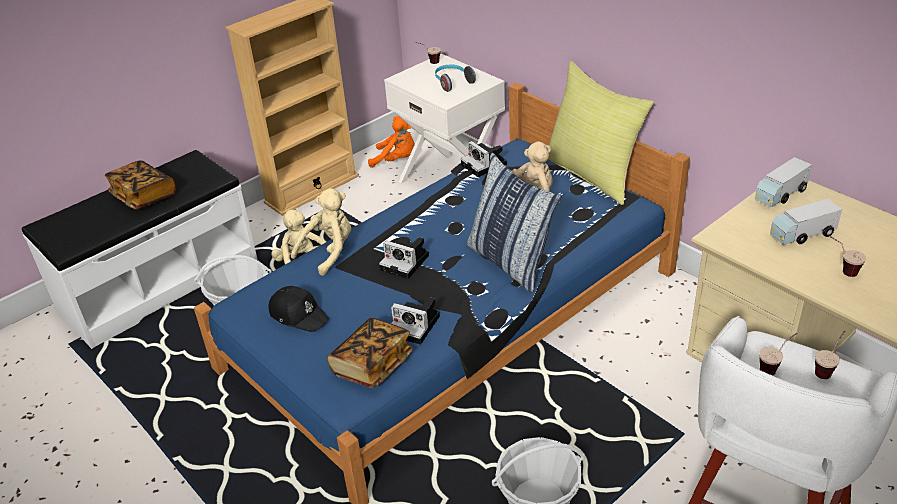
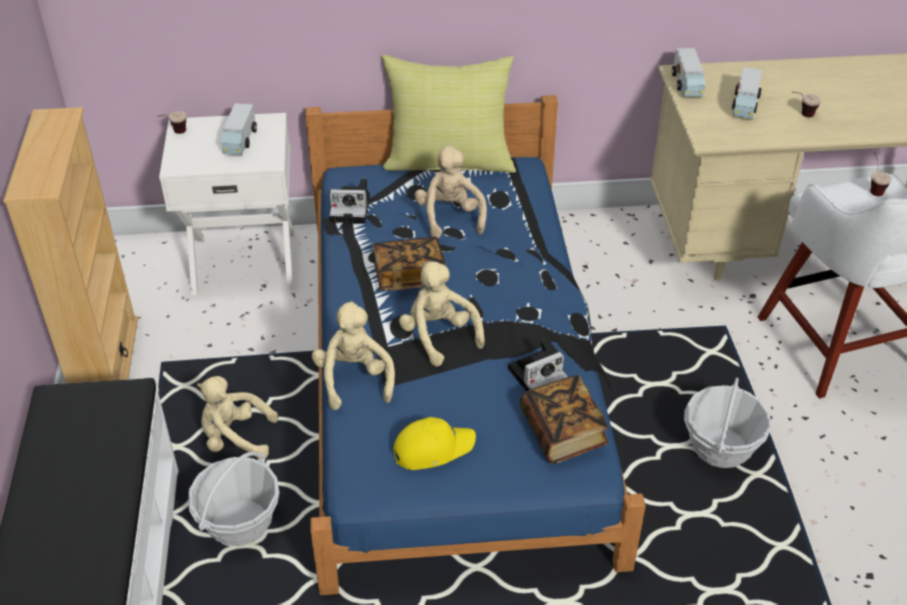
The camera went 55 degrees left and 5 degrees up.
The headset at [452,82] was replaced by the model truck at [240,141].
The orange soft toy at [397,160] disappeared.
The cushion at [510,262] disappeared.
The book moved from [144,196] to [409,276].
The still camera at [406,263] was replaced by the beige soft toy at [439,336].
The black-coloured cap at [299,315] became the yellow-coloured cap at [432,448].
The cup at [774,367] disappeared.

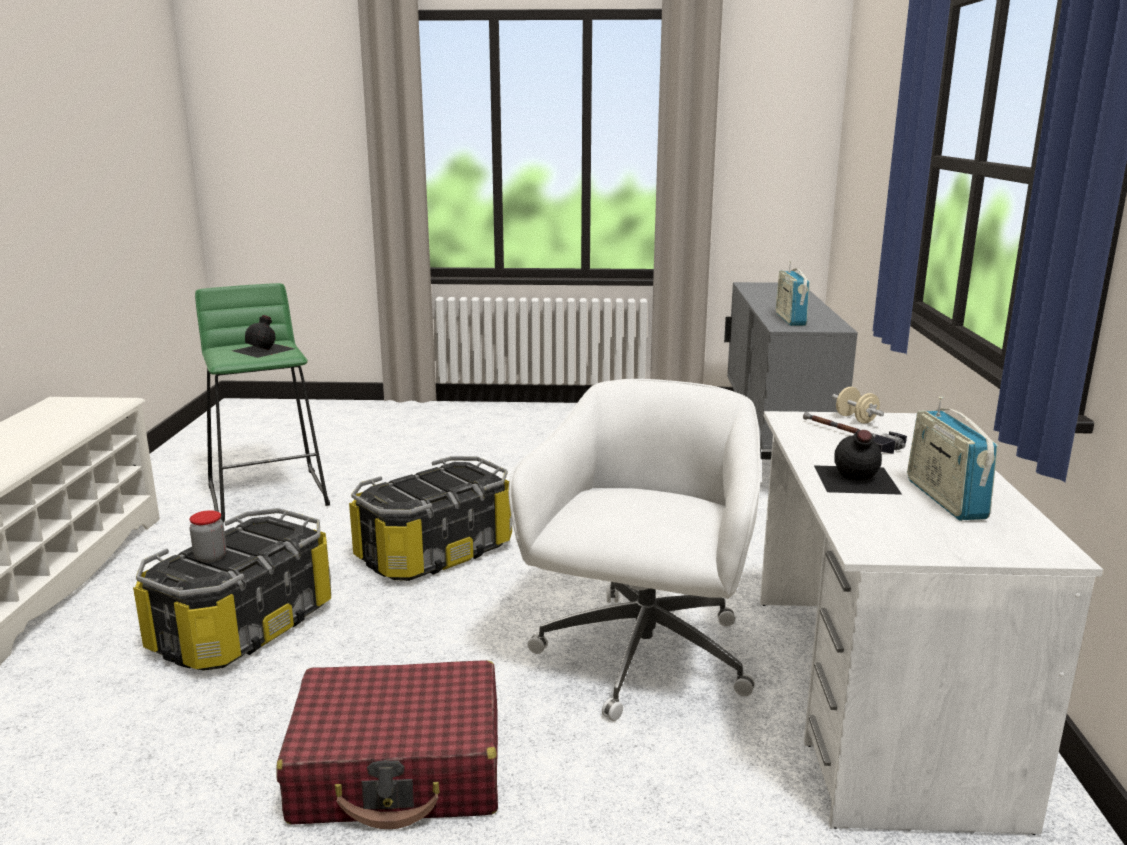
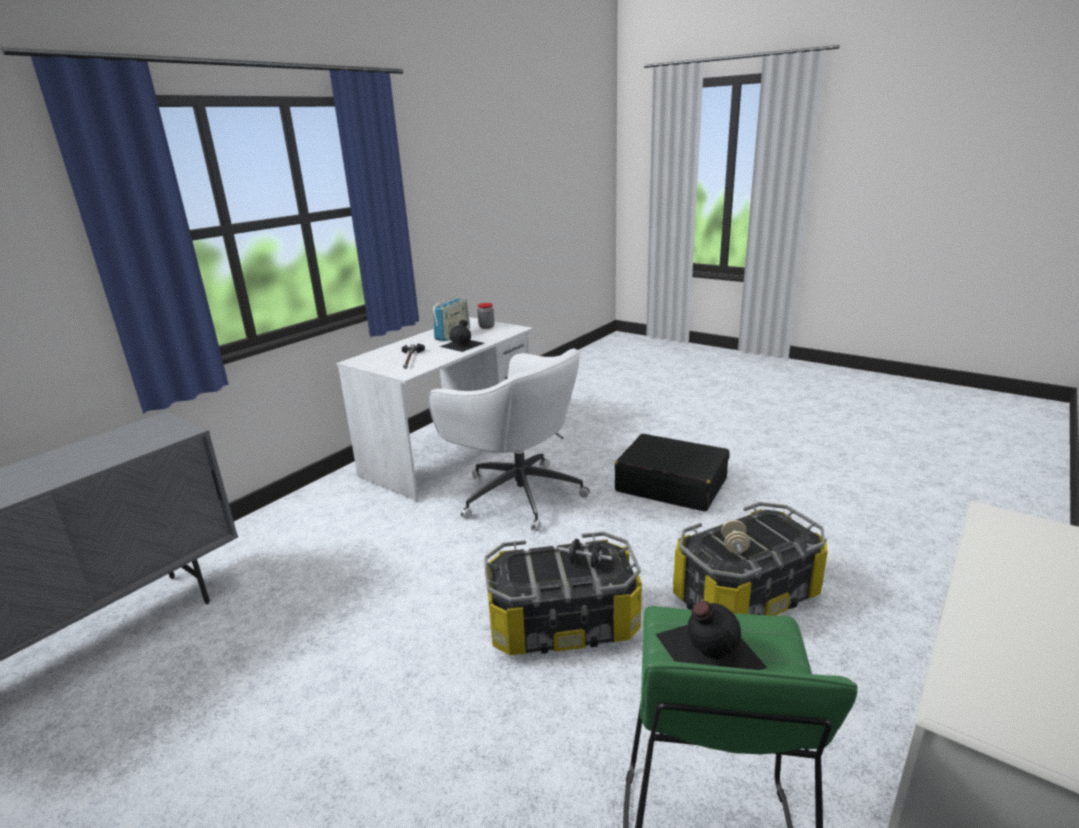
The camera went 145 degrees left and 5 degrees up.
The radio at [790,319] disappeared.
The white-coloured office chair at [642,659] turned 105 degrees counterclockwise.
The beige hand weight moved from [856,419] to [734,546].
The storage jar moved from [210,557] to [486,327].
The red-coloured piece of luggage at [399,768] became the black-coloured piece of luggage at [670,485].
The black-coloured hand weight at [585,563] appeared.

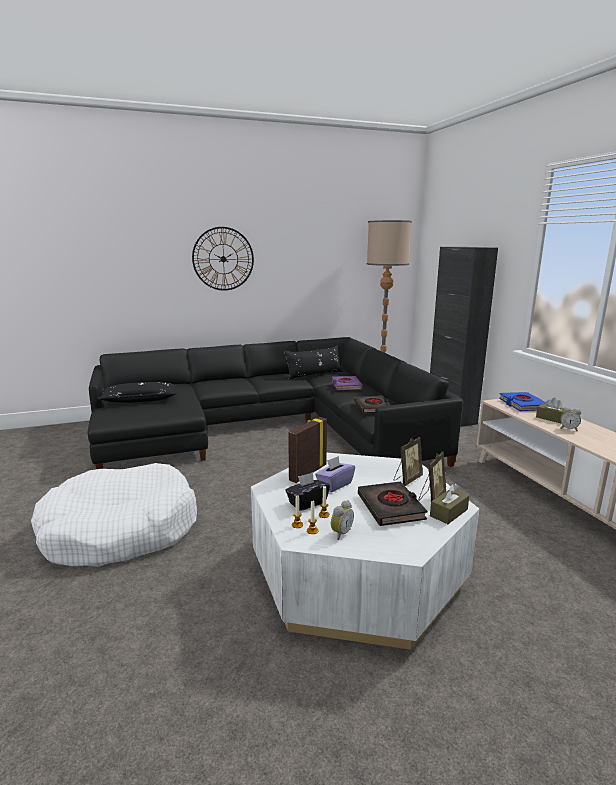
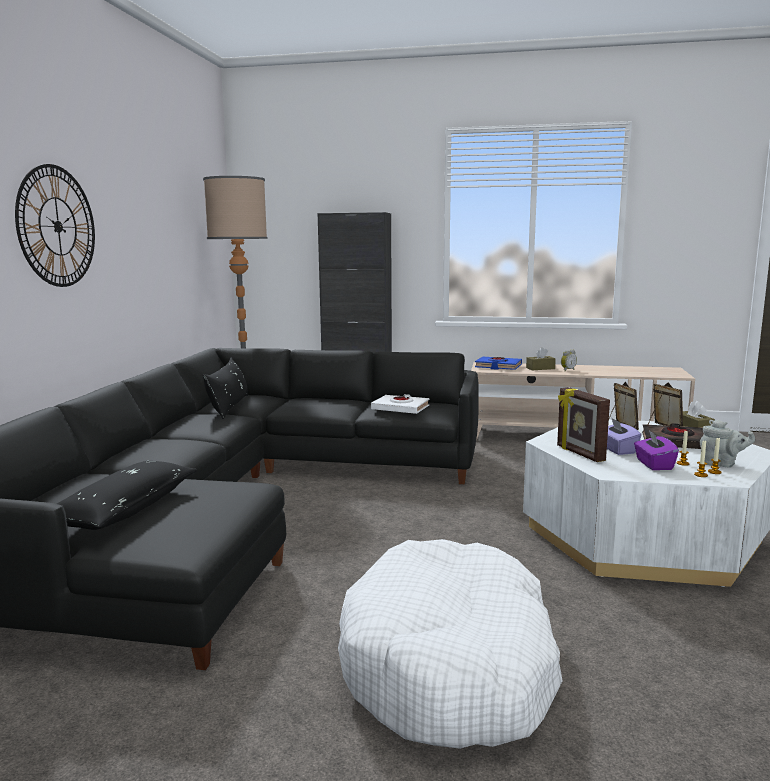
The camera went 60 degrees left and 5 degrees down.
The purplish book at [346,386] disappeared.
The black-coloured book at [372,407] became the white-coloured book at [400,408].
The black-coloured tissue holder at [307,503] became the purplish tissue holder at [653,465].
The alarm clock at [340,533] was replaced by the grey teapot at [721,464].

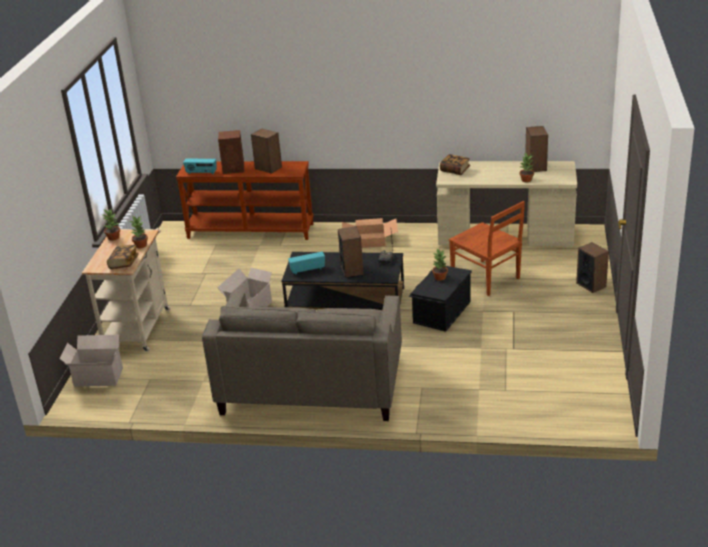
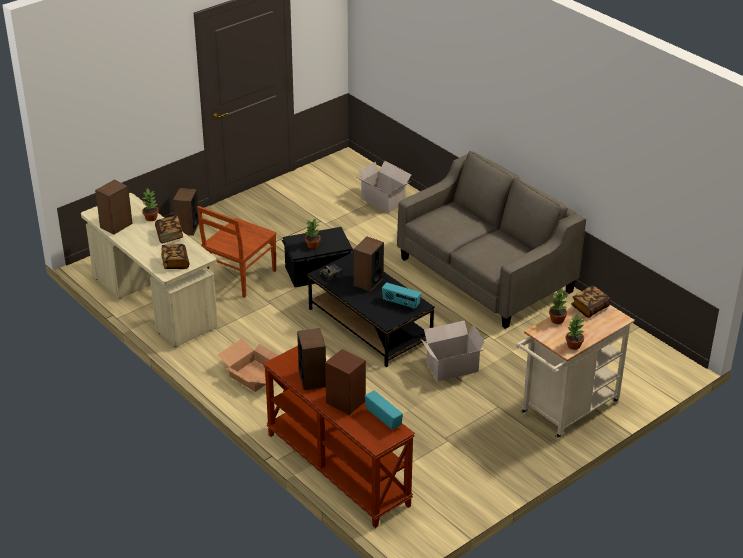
The camera went 140 degrees left and 5 degrees up.
The brownish chair at [486,278] turned 150 degrees counterclockwise.
The cardboard box moved from [97,377] to [383,202].
The book at [169,235] appeared.

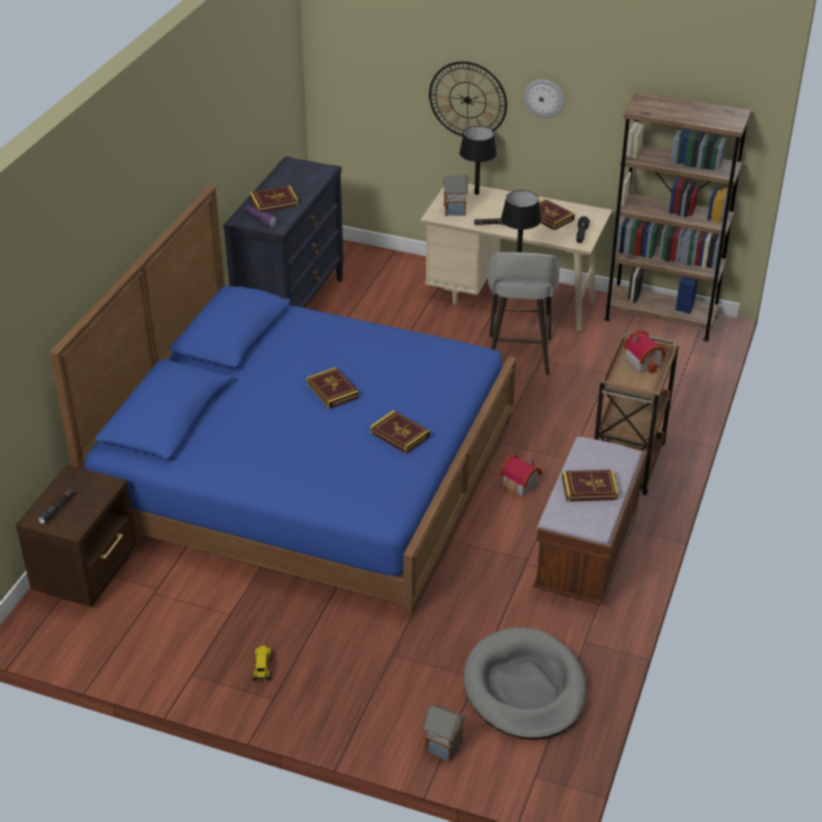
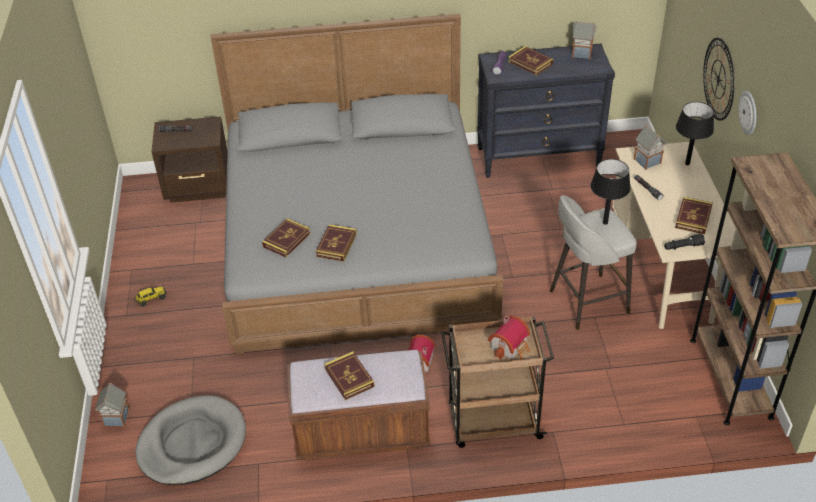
The camera went 65 degrees right and 5 degrees up.
The bluish bed at [307,471] became the grey bed at [356,241].
The book moved from [332,390] to [286,240].
The toy house at [581,53] appeared.

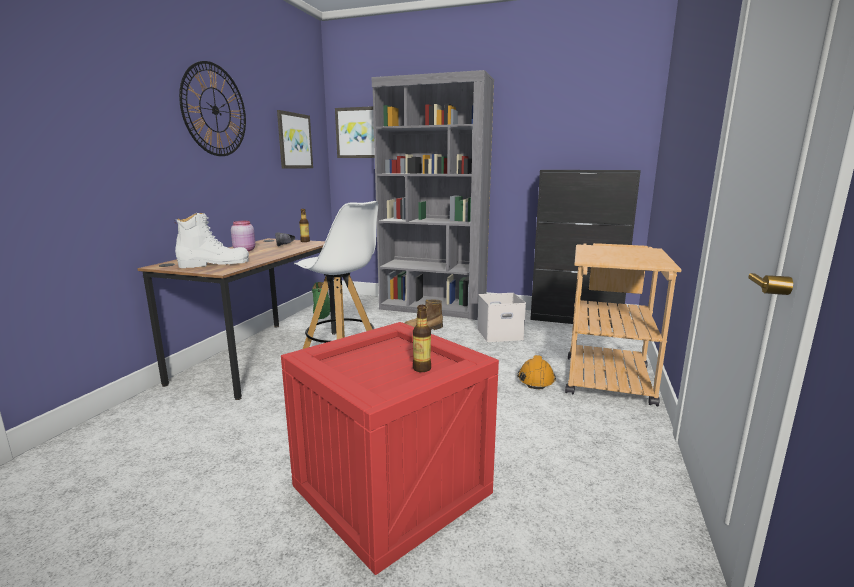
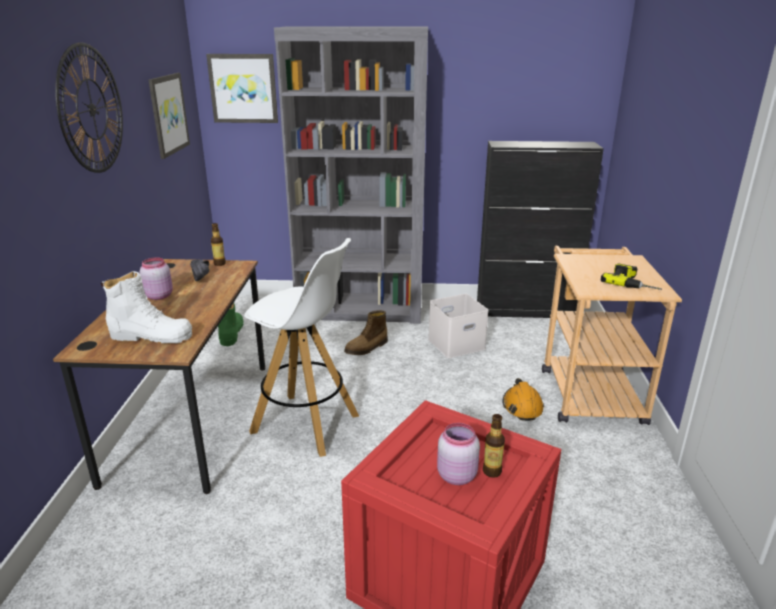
The camera went 15 degrees left and 10 degrees up.
The white-coloured tall boot at [214,264] turned 45 degrees clockwise.
The power drill at [633,283] appeared.
The pink storage jar at [455,475] appeared.

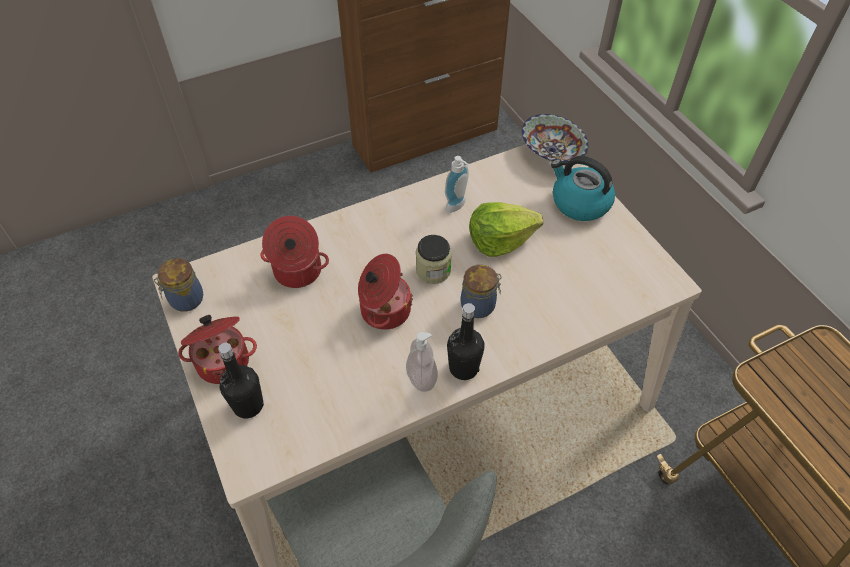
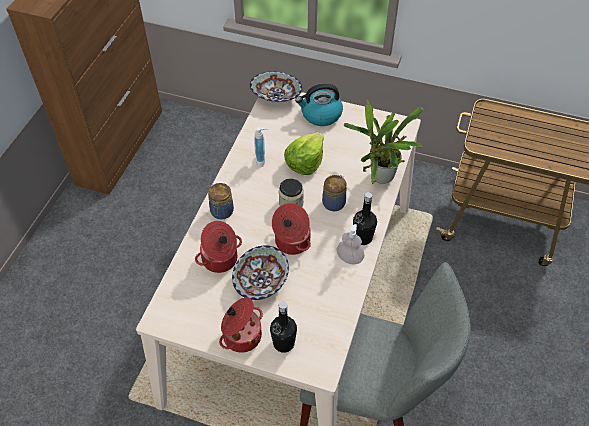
The camera went 45 degrees left and 0 degrees up.
The storage jar moved from [185,300] to [221,212].
The houseplant at [380,179] appeared.
The deep dish at [260,281] appeared.

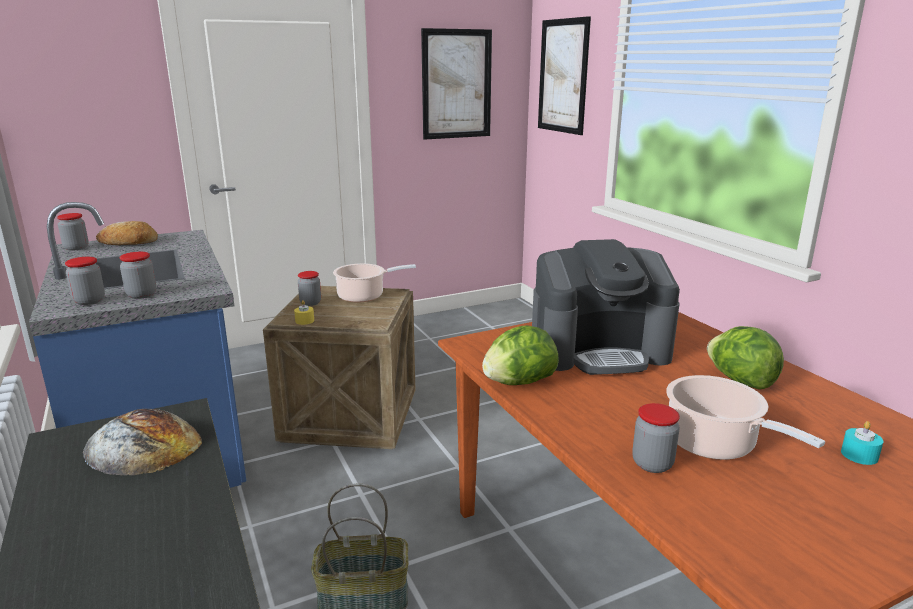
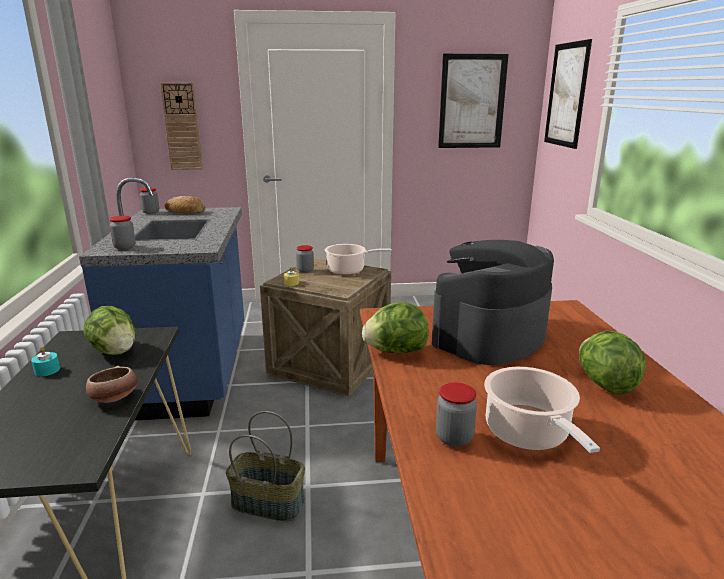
The camera went 20 degrees right and 0 degrees up.
The coffee machine at [599,350] turned 120 degrees clockwise.
The storage jar at [141,295] disappeared.
The bread at [143,446] was replaced by the lettuce head at [115,351].
The turquoise-coloured wax light moved from [859,455] to [47,370].
The clock on the wall at [182,127] appeared.
The deep dish at [114,398] appeared.

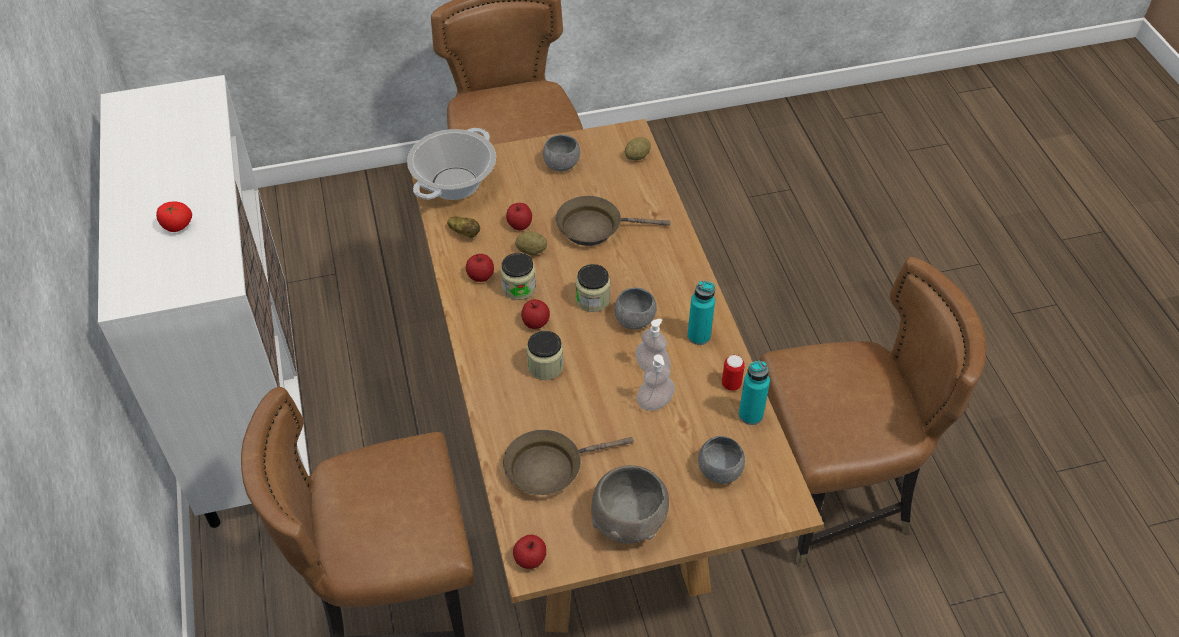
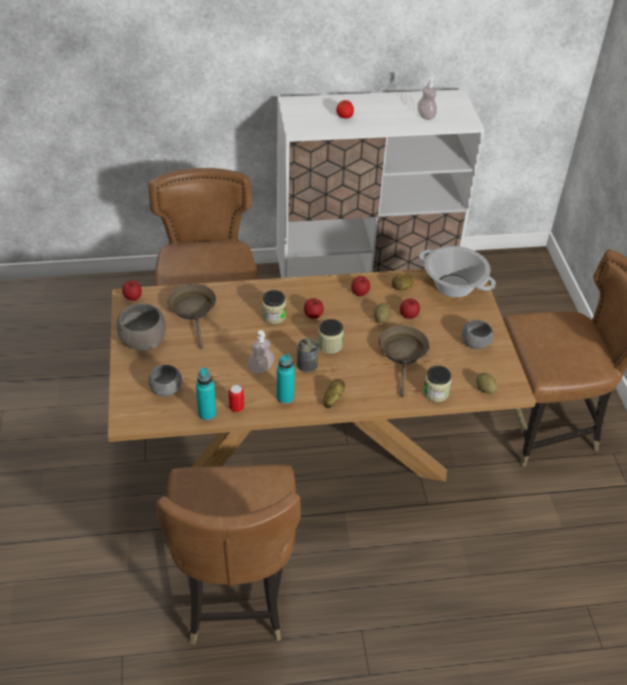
The camera went 95 degrees right and 5 degrees down.
The storage jar moved from [519,288] to [435,393].
The grey deep dish at [634,320] was replaced by the metal can at [307,365].
The soap dispenser moved from [655,402] to [426,116].
The spud at [332,399] appeared.

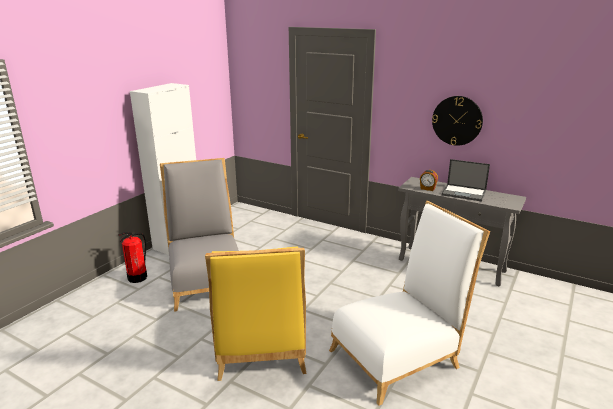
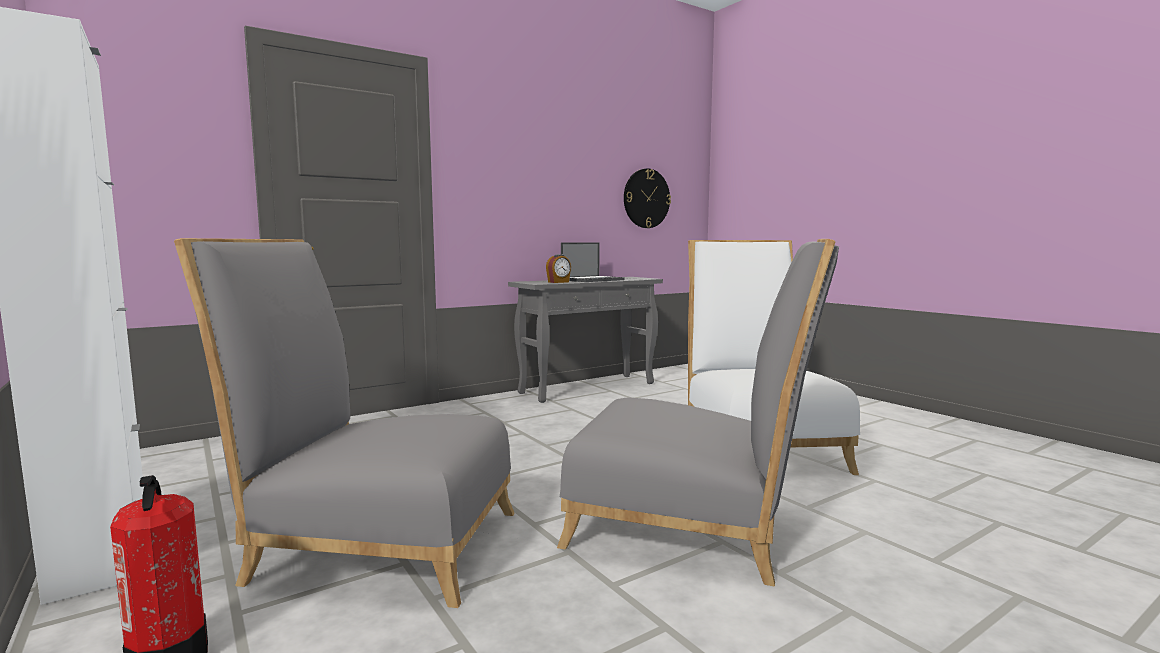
The camera went 65 degrees left and 15 degrees down.
The clock on the wall moved from [457,120] to [646,198].
The yellow-coloured chair at [261,349] became the grey chair at [693,527].

